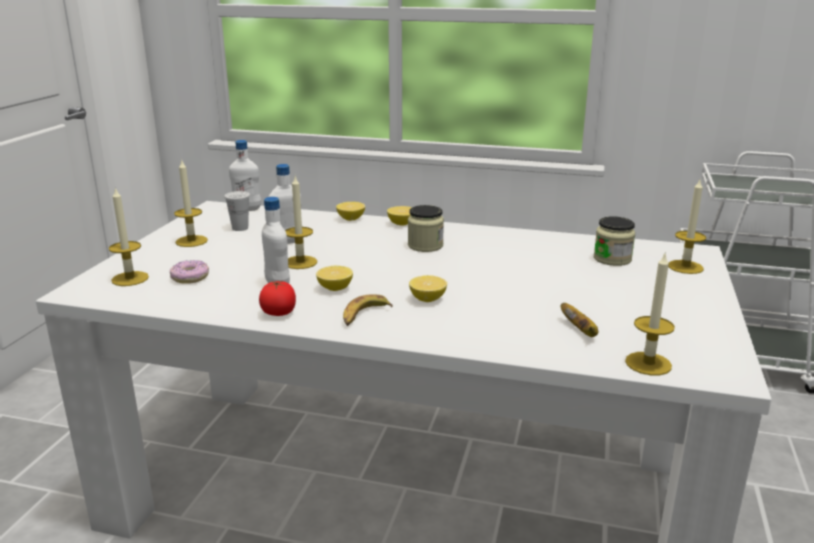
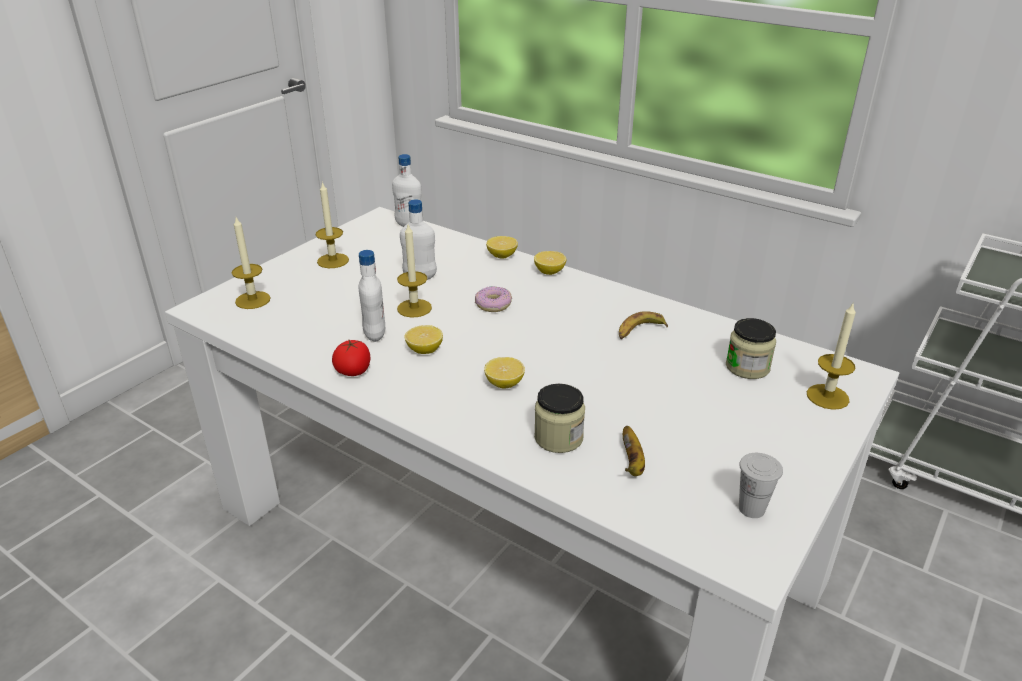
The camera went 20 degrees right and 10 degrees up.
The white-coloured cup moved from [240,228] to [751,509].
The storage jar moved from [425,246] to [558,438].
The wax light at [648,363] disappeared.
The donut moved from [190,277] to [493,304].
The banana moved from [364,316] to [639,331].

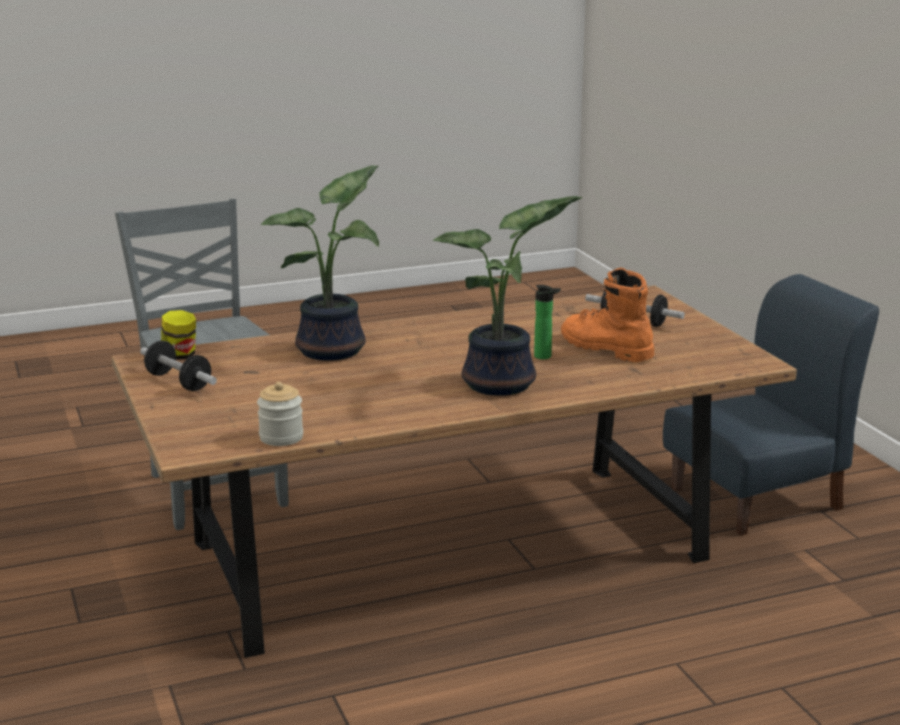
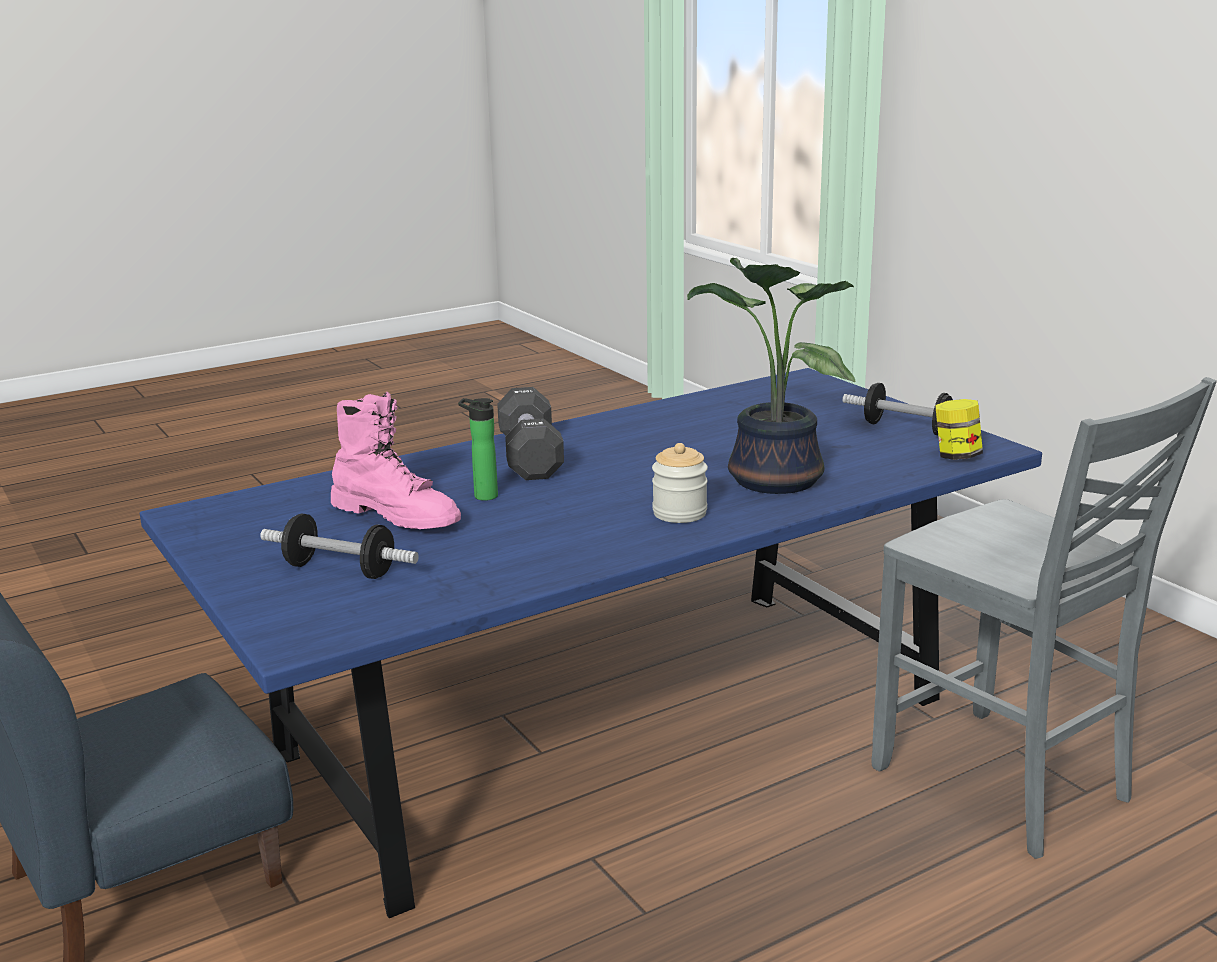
The camera went 170 degrees right and 0 degrees up.
The houseplant at [503,385] was replaced by the black-coloured hand weight at [530,456].
The orange tall boot at [604,348] became the pink tall boot at [397,516].
The brownish dinner table at [450,551] became the bluish dinner table at [613,725].
The storage jar moved from [281,437] to [679,513].

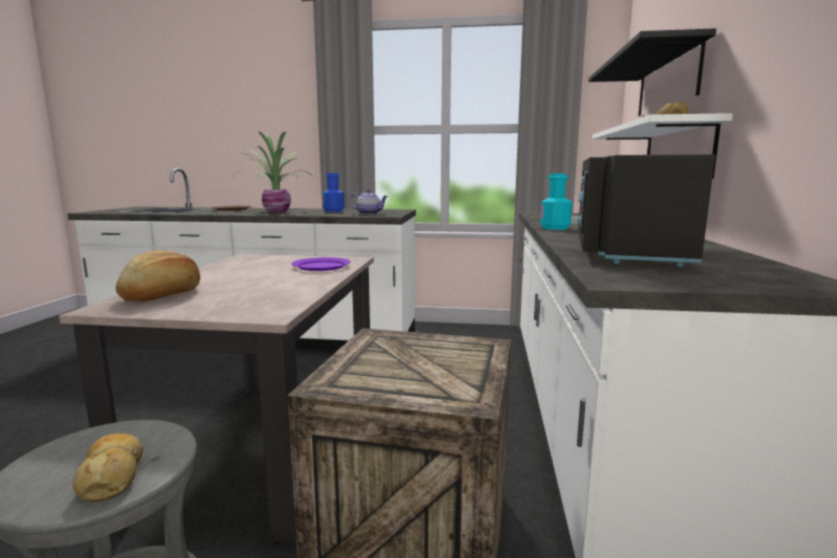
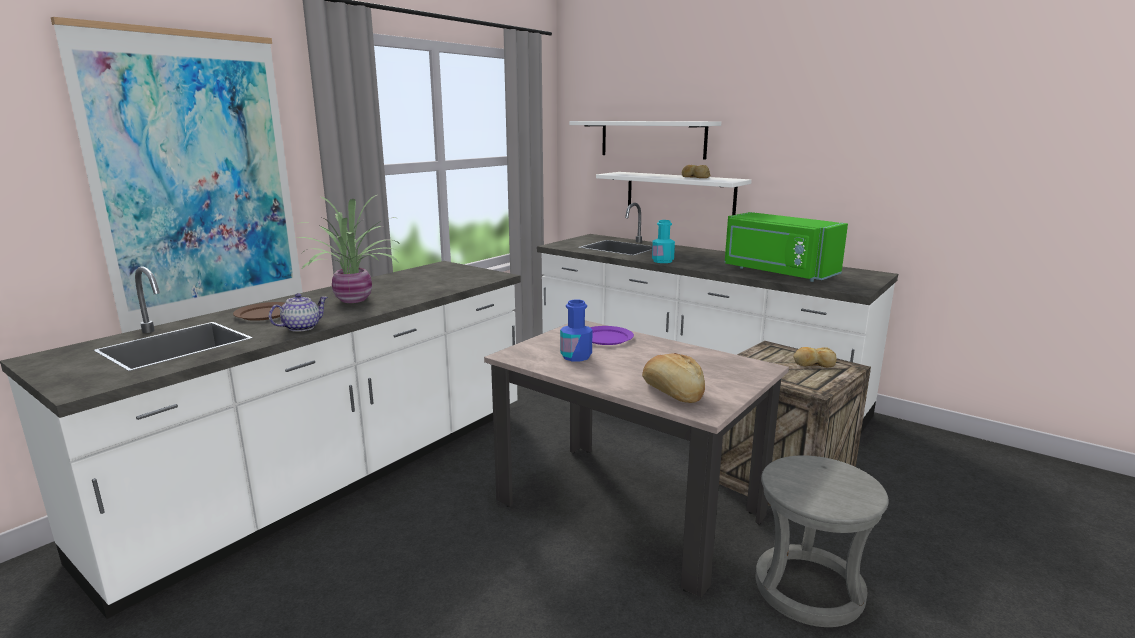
The camera went 60 degrees left and 5 degrees up.
The black-coloured shelf at [667,82] became the white-coloured shelf at [652,139].
The black-coloured microwave oven at [625,251] became the green microwave oven at [777,272].
The bluish drink bottle moved from [334,211] to [576,356].
The teapot moved from [369,213] to [301,327].
The bread moved from [112,476] to [813,363].
The wall art at [198,183] appeared.

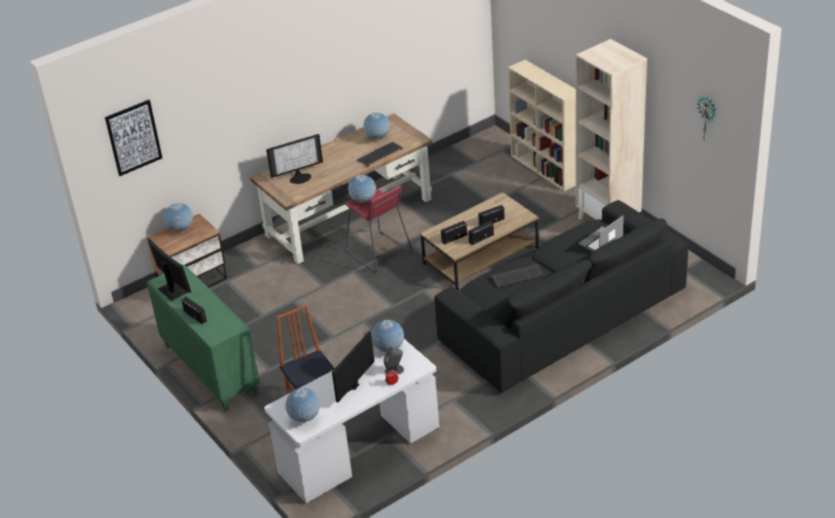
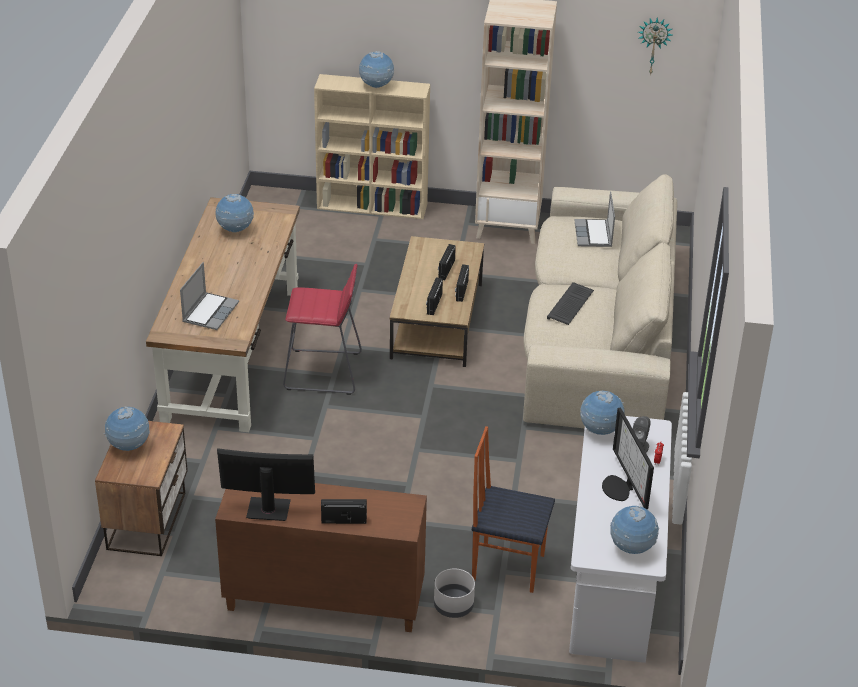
The camera went 50 degrees left and 0 degrees up.
The wall art at [133,137] disappeared.
The monitor at [300,177] was replaced by the notebook computer at [210,312].
The computer keyboard at [380,154] disappeared.
The desk globe moved from [363,201] to [376,86].
The black-coloured settee at [561,314] became the beige settee at [597,335].
The green cabinet at [209,369] became the brownish cabinet at [322,601].
The grey plant pot at [453,606] appeared.

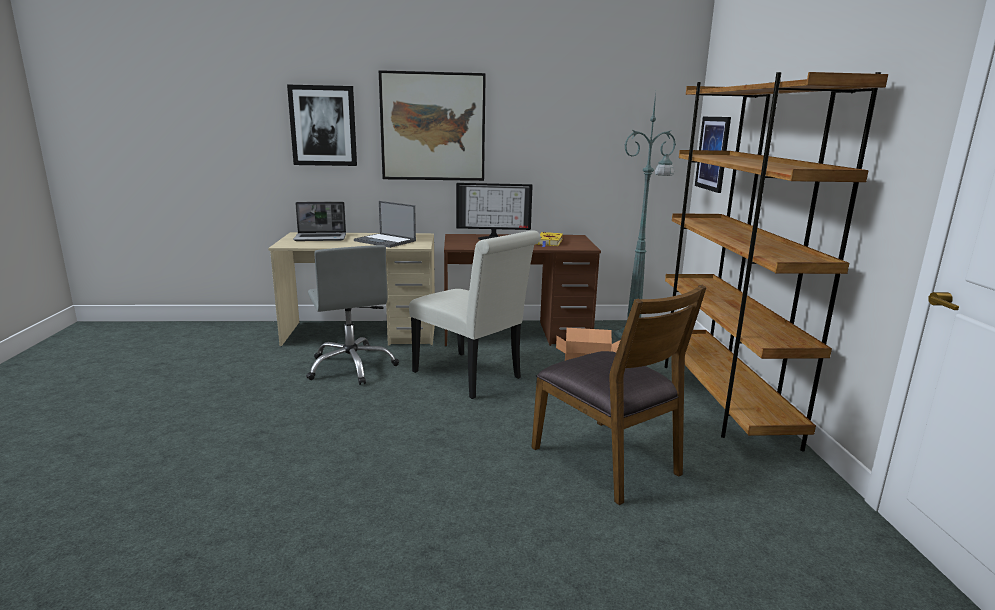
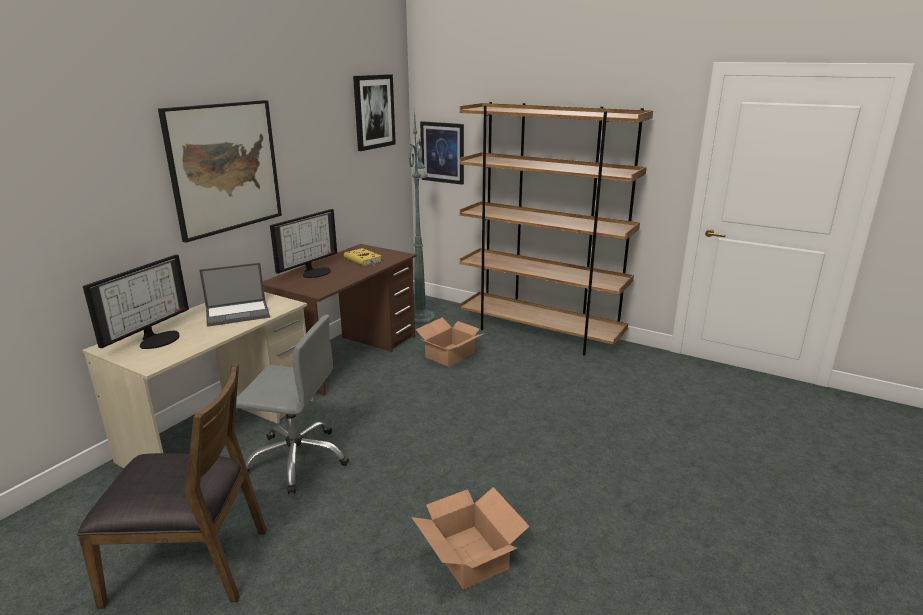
The camera went 55 degrees left and 5 degrees up.
The wall art moved from [323,126] to [374,112].
The notebook computer at [321,238] was replaced by the monitor at [157,339].
The white-coloured chair at [472,377] disappeared.
The brownish chair moved from [607,460] to [190,563].
The cardboard box at [469,557] appeared.

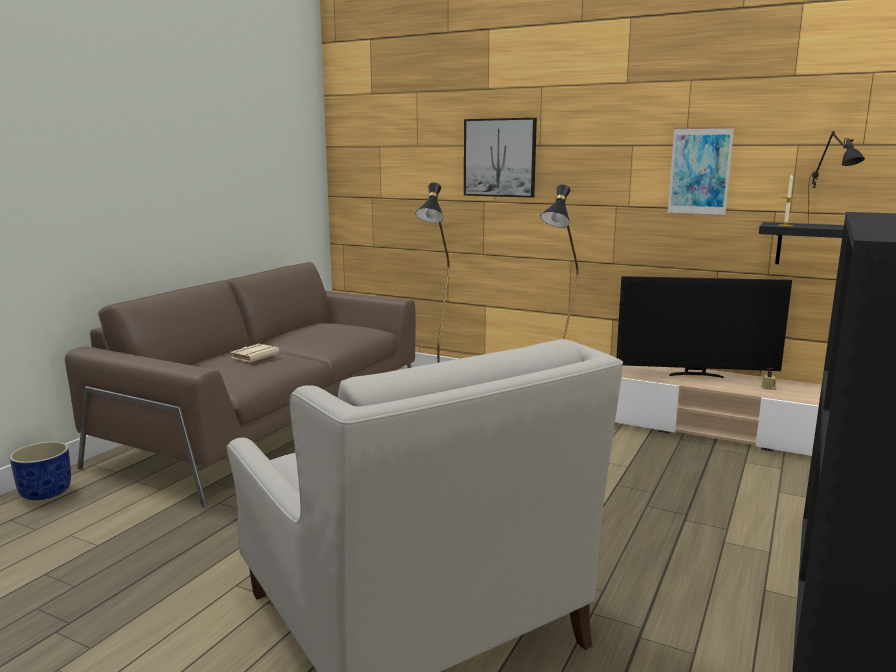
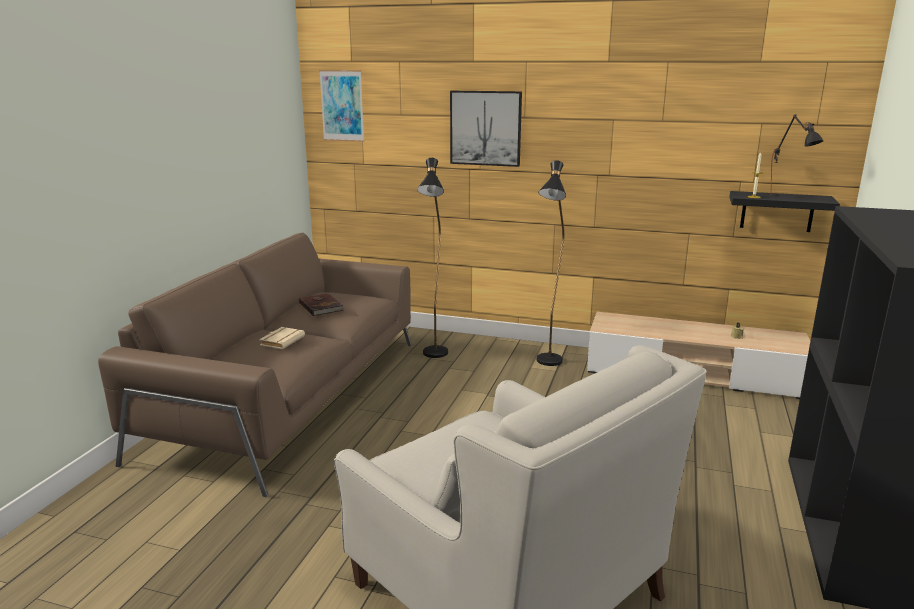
The camera went 10 degrees left and 5 degrees up.
The wall art moved from [699,171] to [342,106].
The television at [695,375] disappeared.
The bluish plant pot at [46,492] disappeared.
The brownish book at [321,306] appeared.

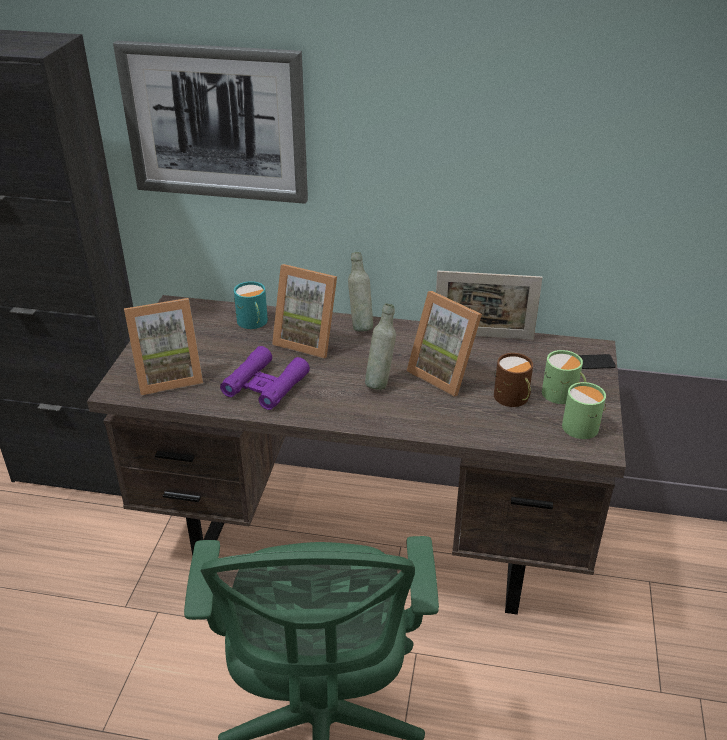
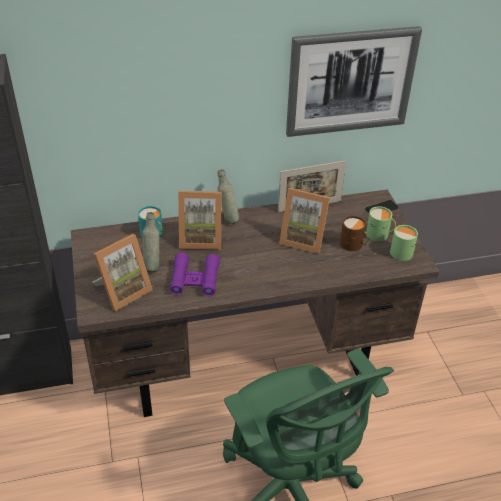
The camera went 25 degrees left and 5 degrees up.
The wall art moved from [215,123] to [350,81].
The grey drink bottle moved from [380,382] to [152,265].

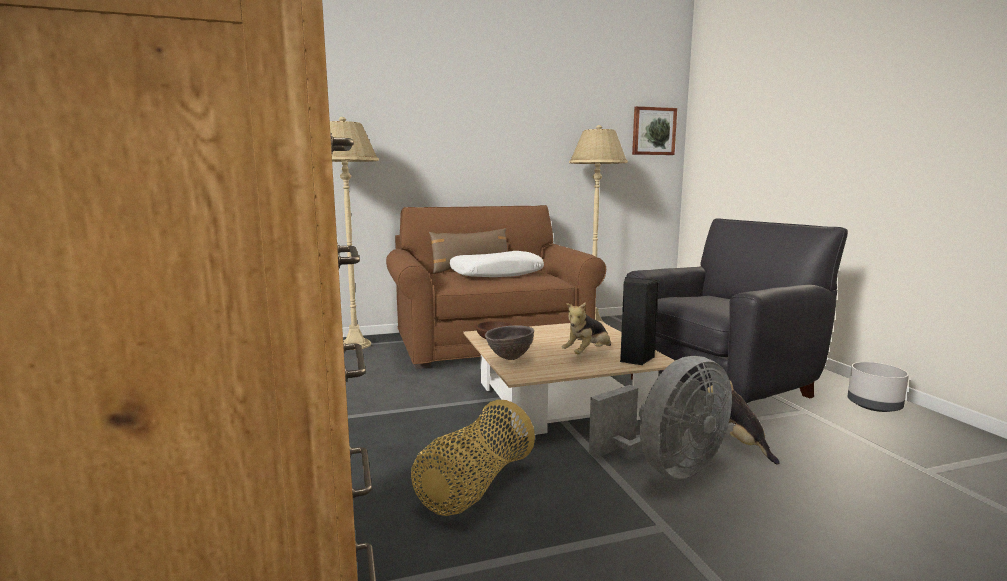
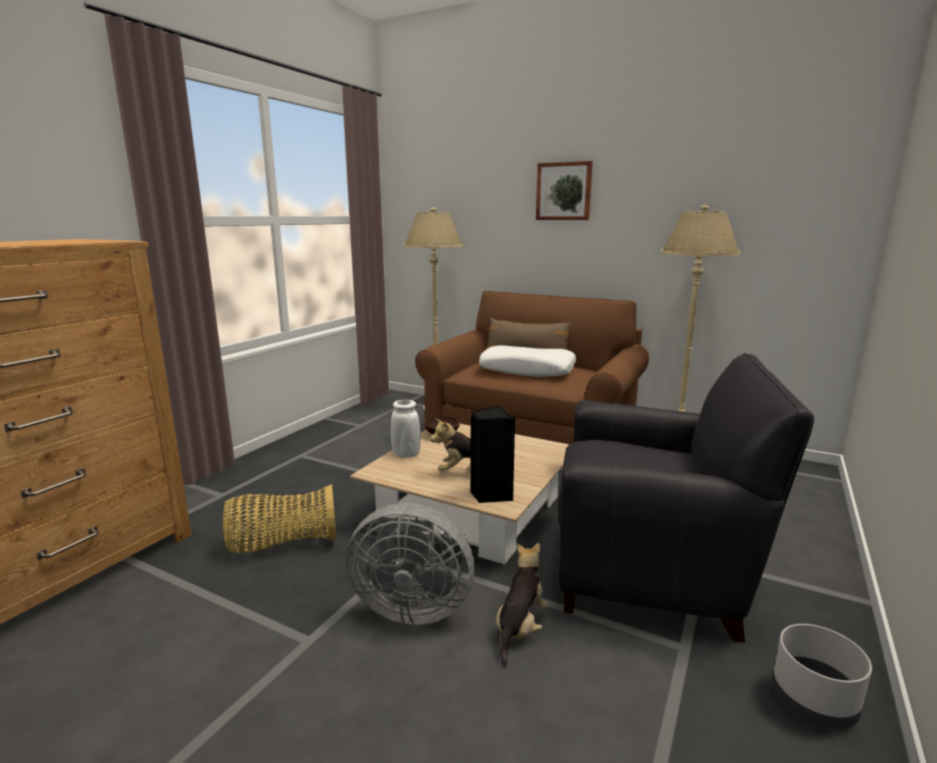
The camera went 45 degrees right and 5 degrees up.
The wall art moved from [653,131] to [564,191].
The brownish deep dish at [509,358] was replaced by the white-coloured vase at [406,455].

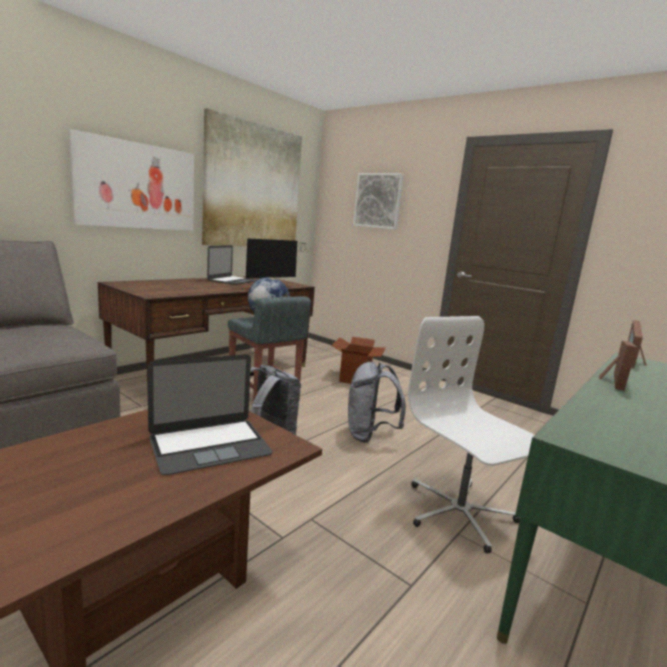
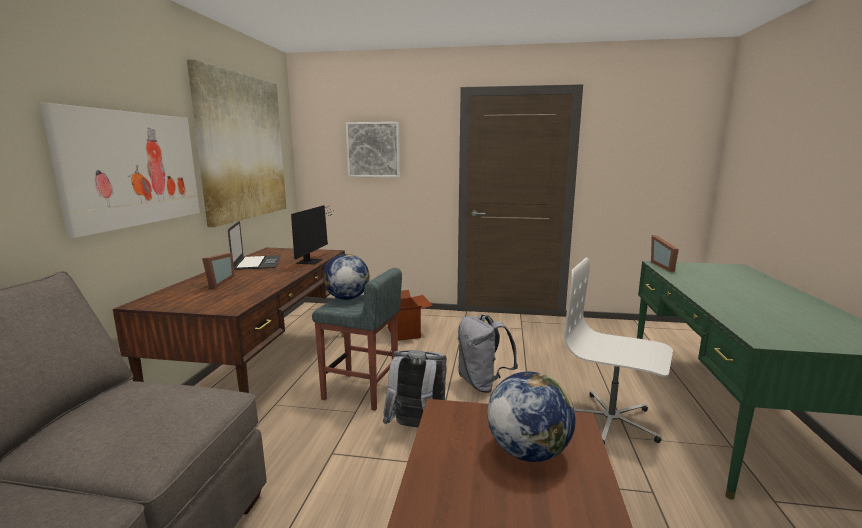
The camera went 30 degrees left and 0 degrees up.
The picture frame moved from [611,380] to [216,283].
The notebook computer at [209,445] was replaced by the desk globe at [528,451].

